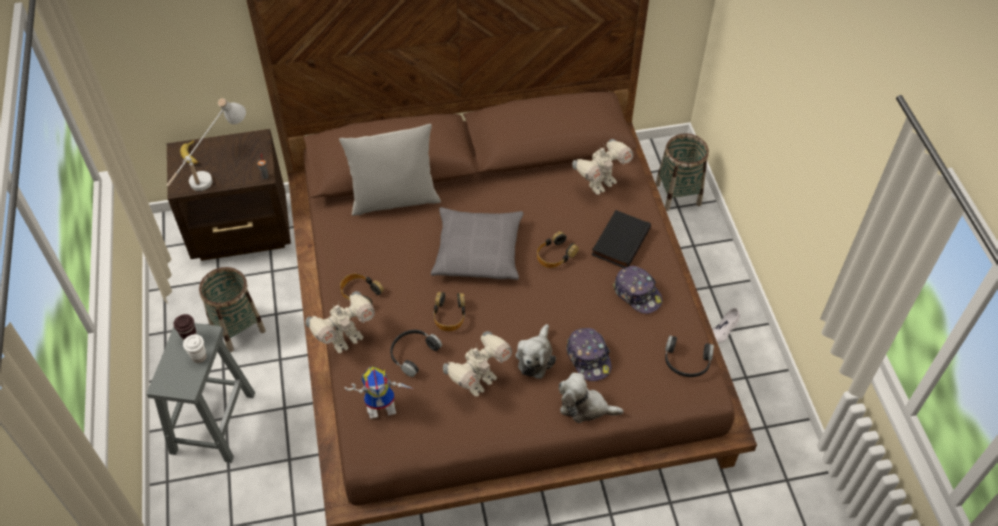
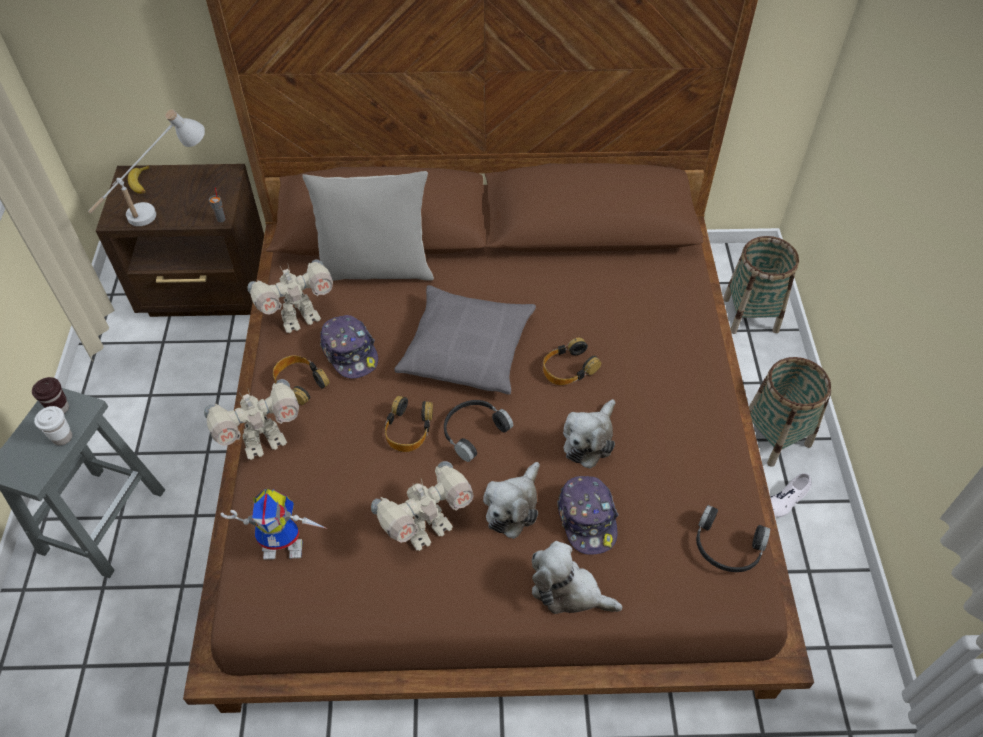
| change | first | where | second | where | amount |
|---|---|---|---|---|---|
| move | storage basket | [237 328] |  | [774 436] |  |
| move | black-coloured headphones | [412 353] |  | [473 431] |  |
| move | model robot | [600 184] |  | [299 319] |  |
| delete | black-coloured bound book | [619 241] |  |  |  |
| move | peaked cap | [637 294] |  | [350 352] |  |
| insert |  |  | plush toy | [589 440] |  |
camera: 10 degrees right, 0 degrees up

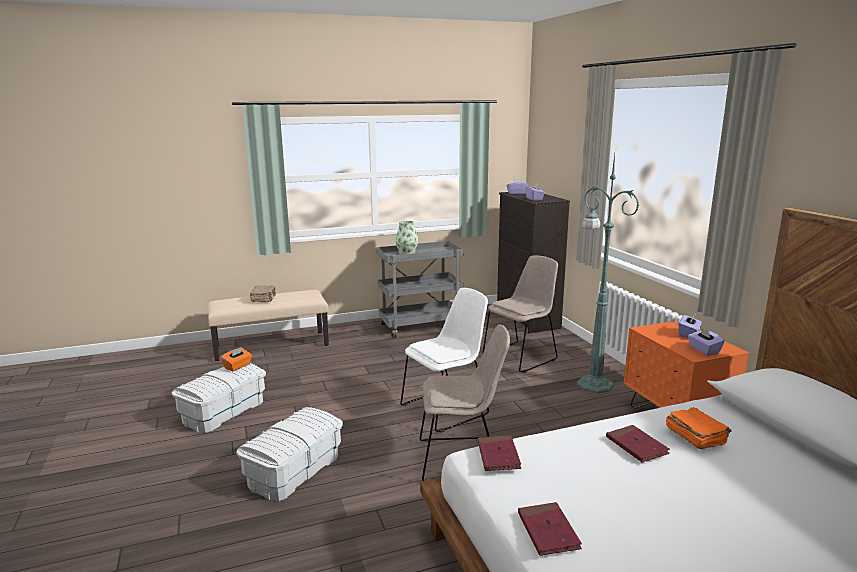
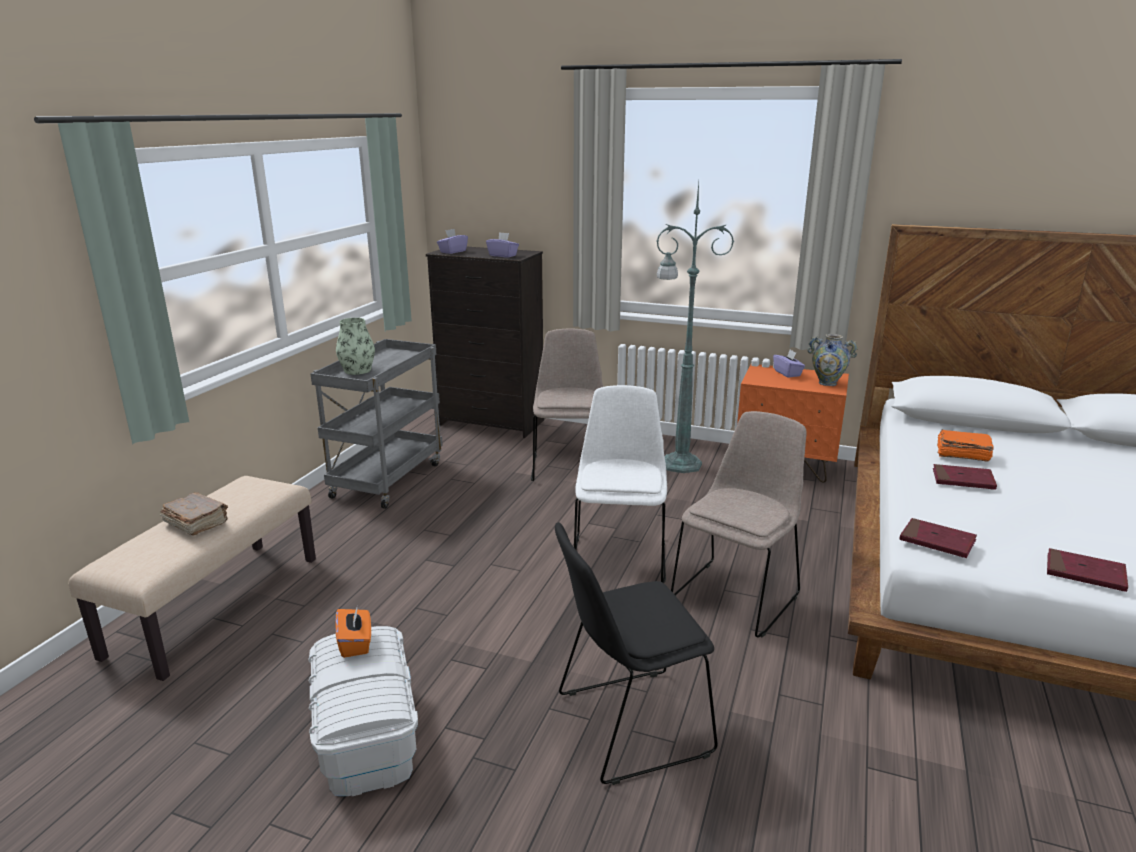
| change | first | where | second | where | amount |
|---|---|---|---|---|---|
| replace | white storage box | [294 471] | black-coloured chair | [628 725] |  |
| replace | purple-coloured tissue box | [704 350] | decorative vase | [827 383] |  |
camera: 50 degrees left, 5 degrees up

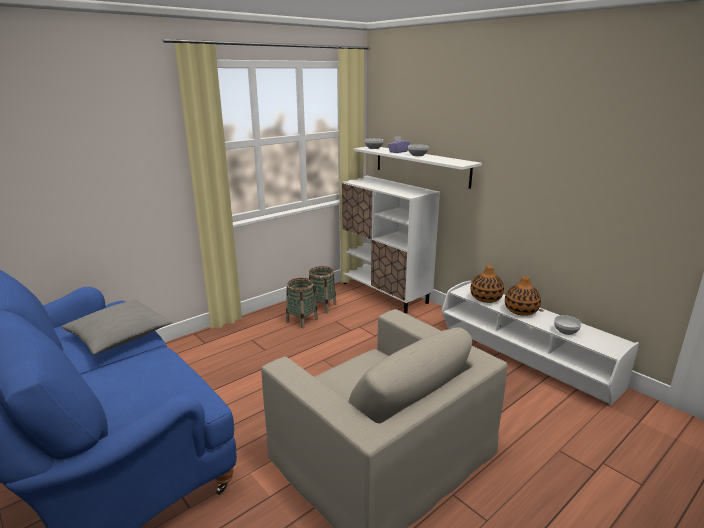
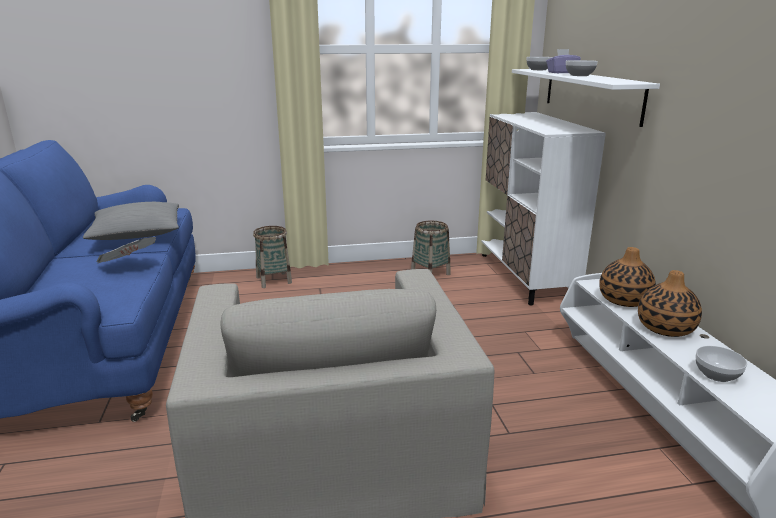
| change | first | where | second | where | amount |
|---|---|---|---|---|---|
| move | storage basket | [302 320] |  | [274 280] |  |
| insert |  |  | newspaper | [129 265] |  |
camera: 30 degrees right, 0 degrees up

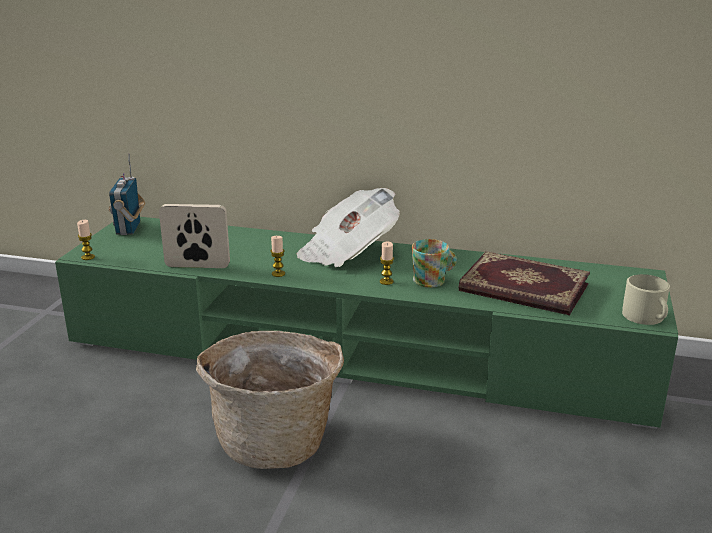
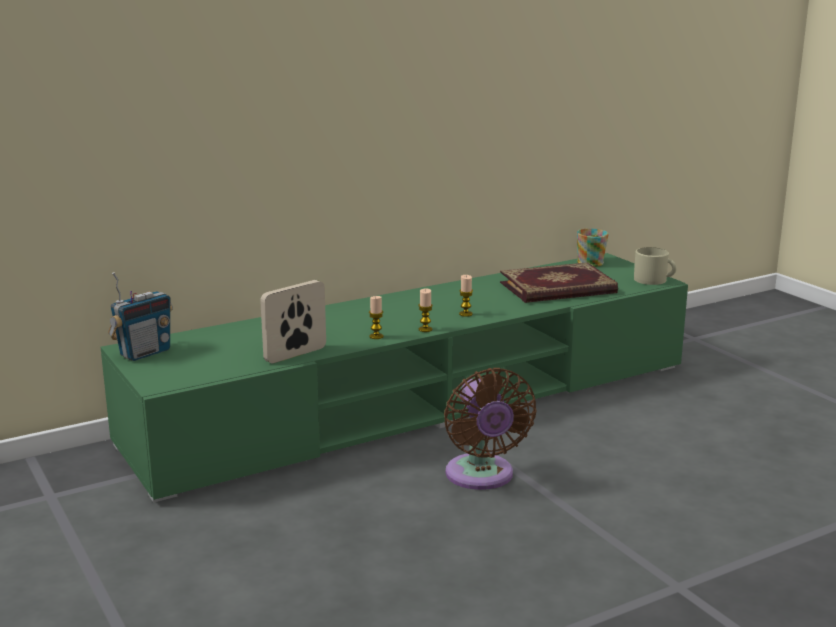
| change | first | where | second | where | amount |
|---|---|---|---|---|---|
| move | wax candle | [88 257] |  | [425 329] |  |
| rotate | radio | [129 228] |  | [144 353] | 90 degrees counterclockwise |
| replace | storage basket | [276 440] | brown-coloured fan | [481 477] |  |
| delete | newspaper | [347 252] |  |  |  |
| move | mug | [433 280] |  | [592 262] |  |
camera: 45 degrees left, 5 degrees down

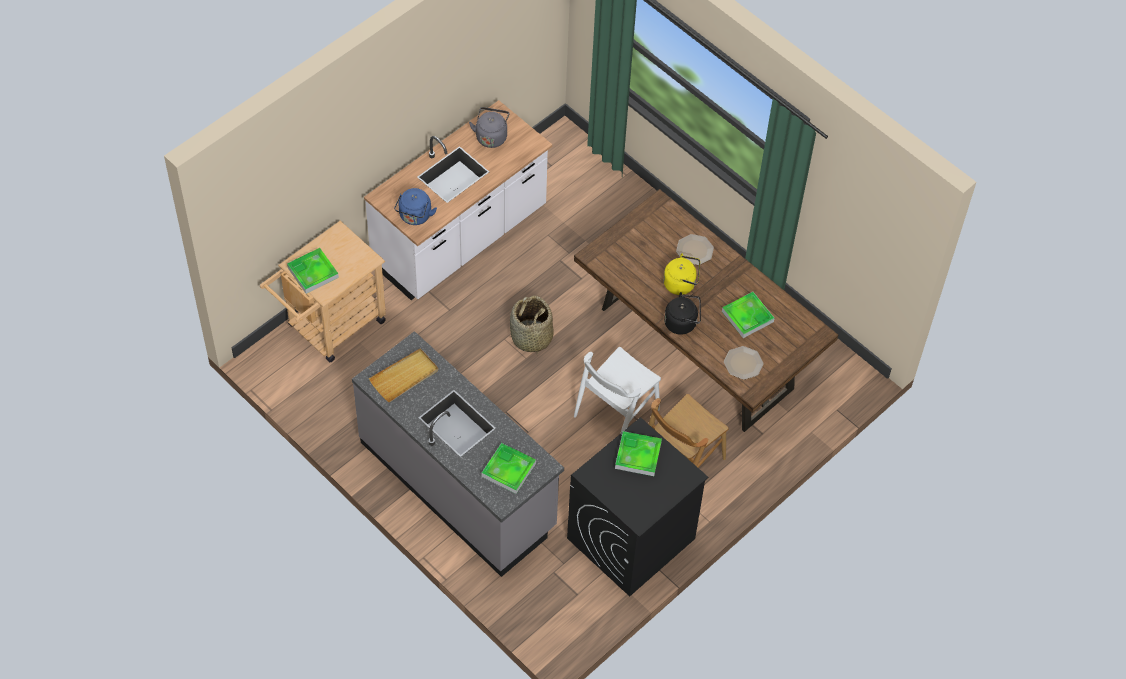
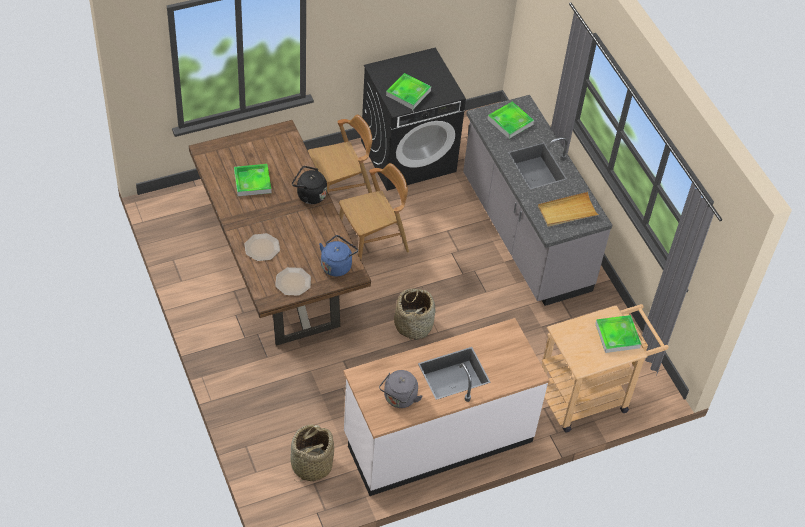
| change | first | where | second | where | amount |
|---|---|---|---|---|---|
| move | blue water kettle | [415 217] |  | [337 265] |  |
| recolor | white chair | [616 413] | brown-coloured chair | [373 242] |  |
| delete | yellow water kettle | [681 284] |  |  |  |
| move | plate | [743 363] |  | [293 282] |  |
| insert |  |  | storage basket | [311 465] |  |
camera: 160 degrees left, 5 degrees down

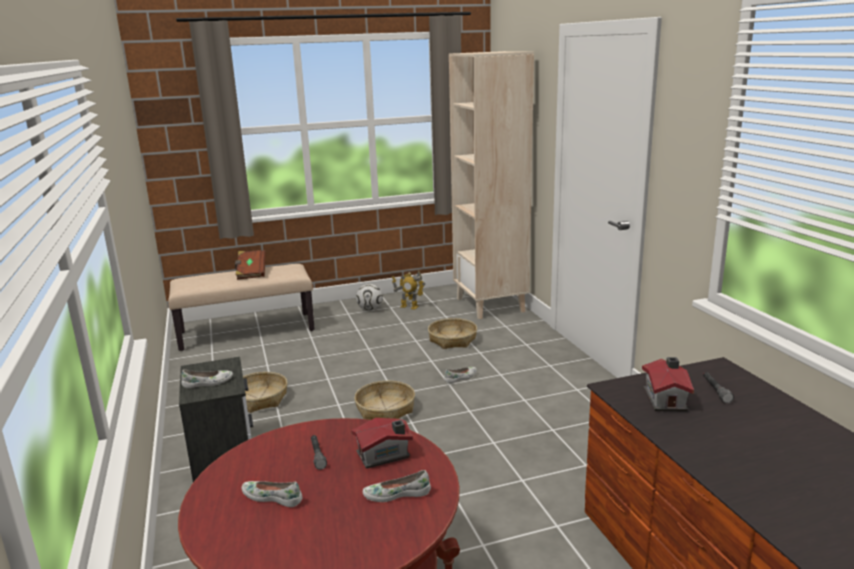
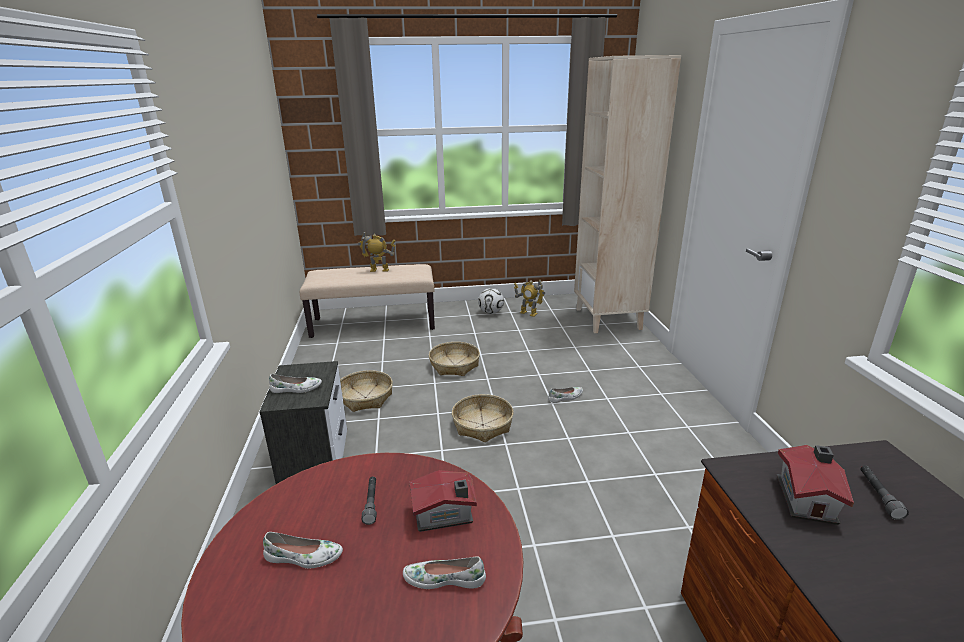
| change | first | where | second | where | amount |
|---|---|---|---|---|---|
| replace | brown-coloured bound book | [251 272] | model robot | [379 270] |  |
| rotate | white item of footwear | [272 497] |  | [303 557] | 150 degrees clockwise |
| move | storage basket | [452 340] |  | [454 365] |  |
camera: 10 degrees right, 5 degrees up

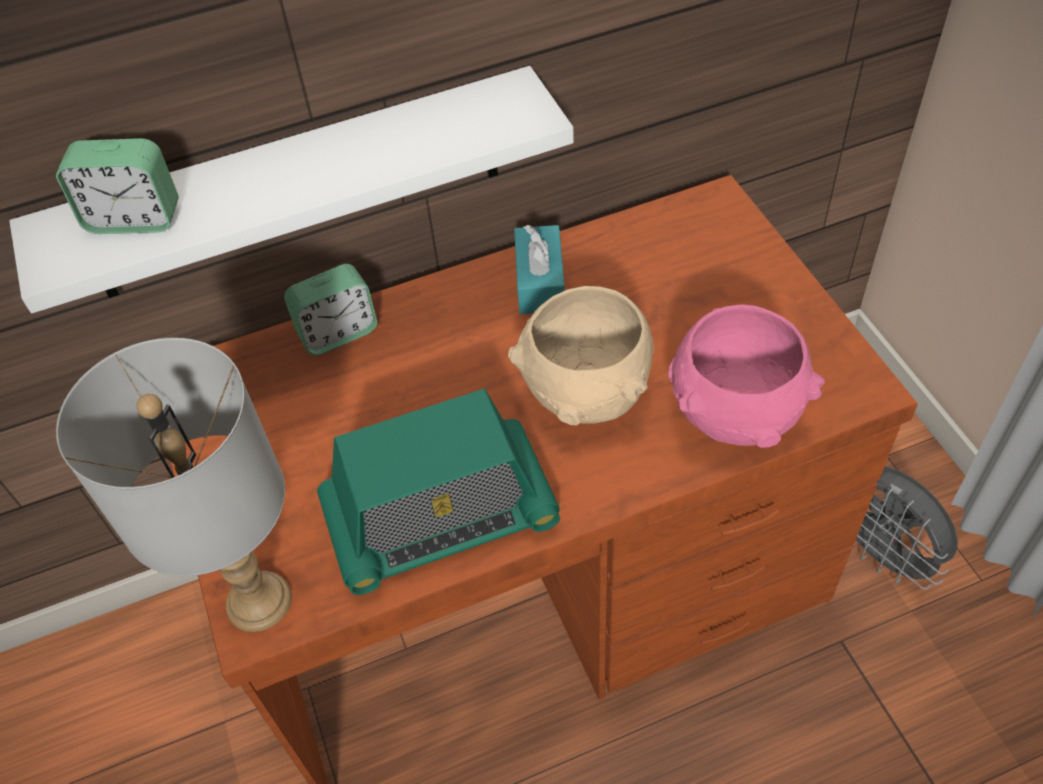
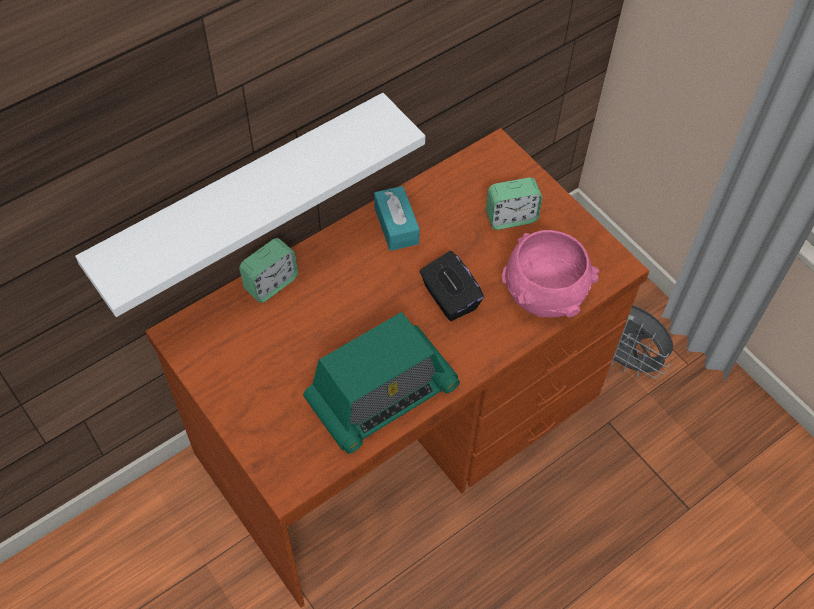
| change | first | where | second | where | amount |
|---|---|---|---|---|---|
| move | table clock | [134 218] |  | [511 217] |  |
| delete | gray table lamp | [260 601] |  |  |  |
| replace | beige bowl | [587 393] | black-coloured tissue box | [449 298] |  |
camera: 20 degrees left, 5 degrees up

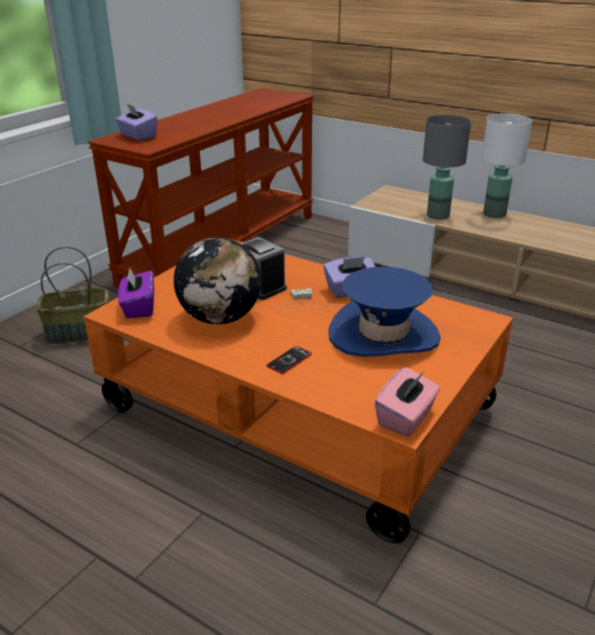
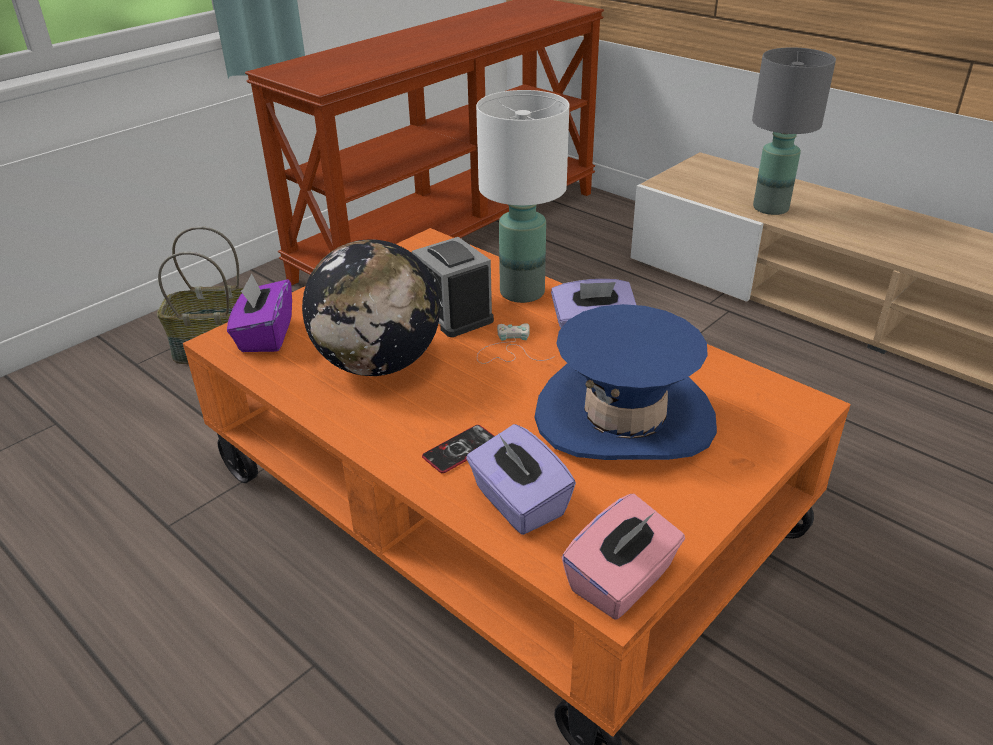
| change | first | where | second | where | amount |
|---|---|---|---|---|---|
| move | purple-coloured tissue box | [138 136] |  | [518 503] |  |
| move | white table lamp | [493 214] |  | [521 292] |  |
camera: 10 degrees right, 5 degrees up

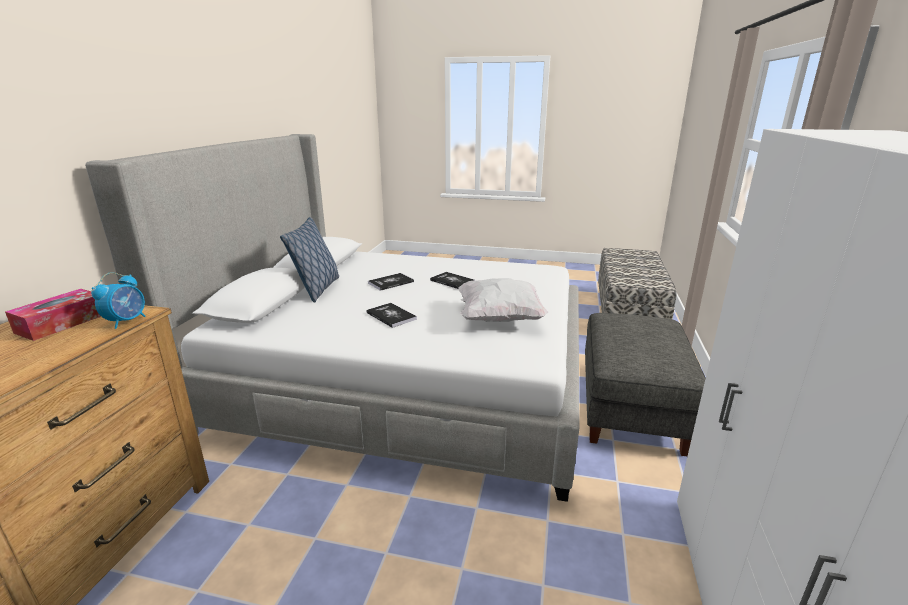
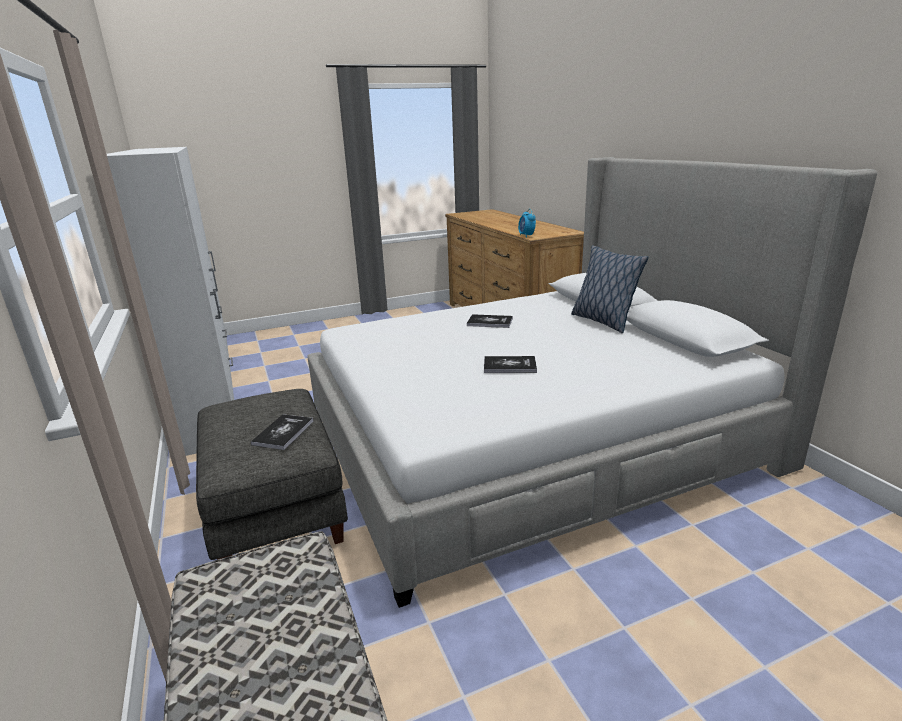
| change | first | where | second | where | amount |
|---|---|---|---|---|---|
| delete | tissue box | [62 323] |  |  |  |
| move | bound book | [391 282] |  | [283 433] |  |
| delete | white throw pillow | [500 318] |  |  |  |
camera: 145 degrees right, 0 degrees up

